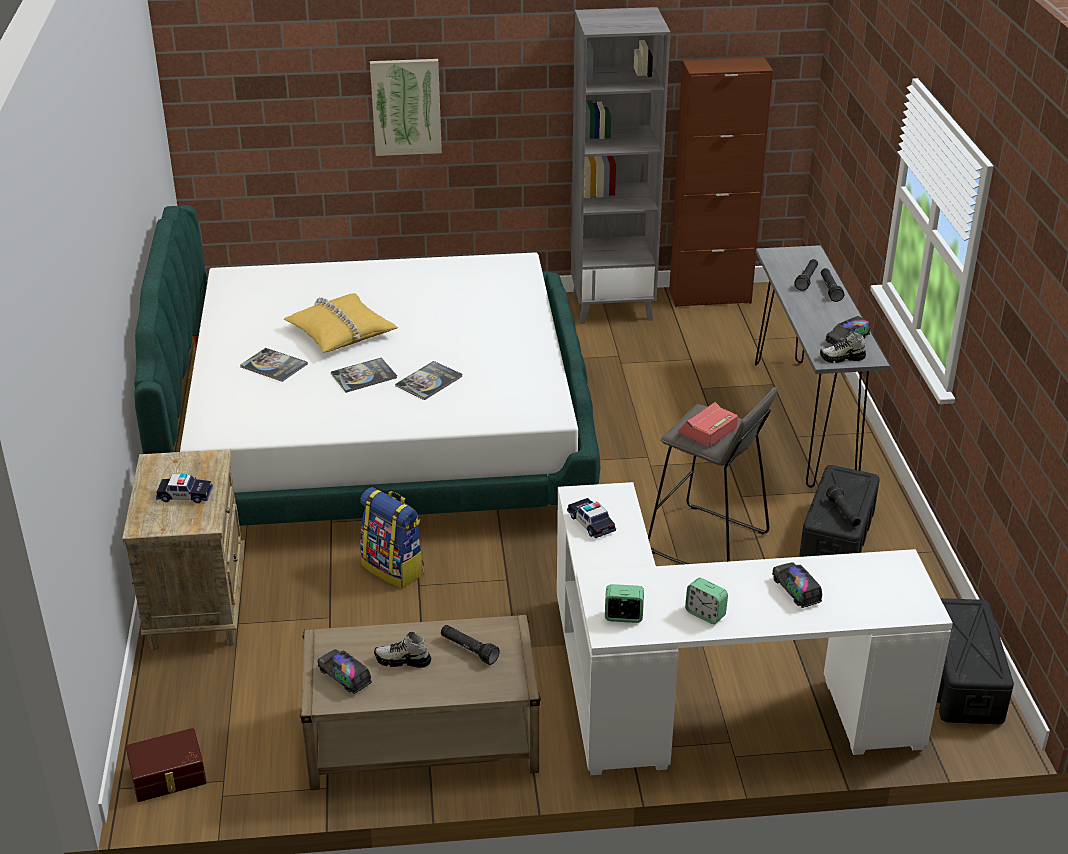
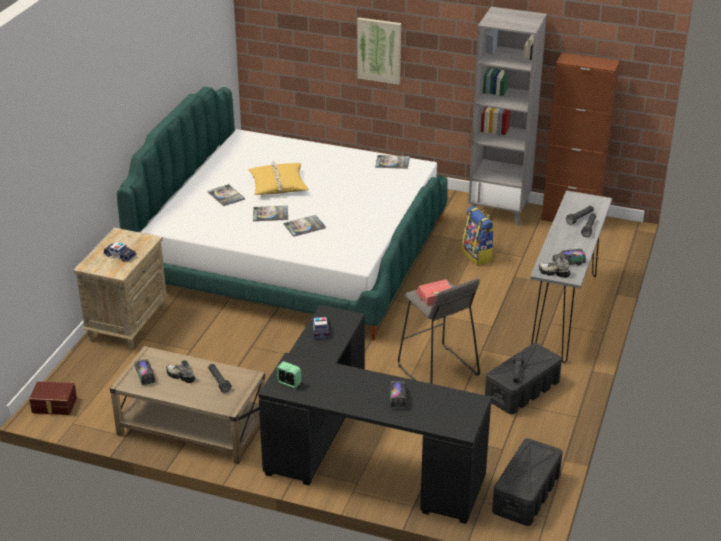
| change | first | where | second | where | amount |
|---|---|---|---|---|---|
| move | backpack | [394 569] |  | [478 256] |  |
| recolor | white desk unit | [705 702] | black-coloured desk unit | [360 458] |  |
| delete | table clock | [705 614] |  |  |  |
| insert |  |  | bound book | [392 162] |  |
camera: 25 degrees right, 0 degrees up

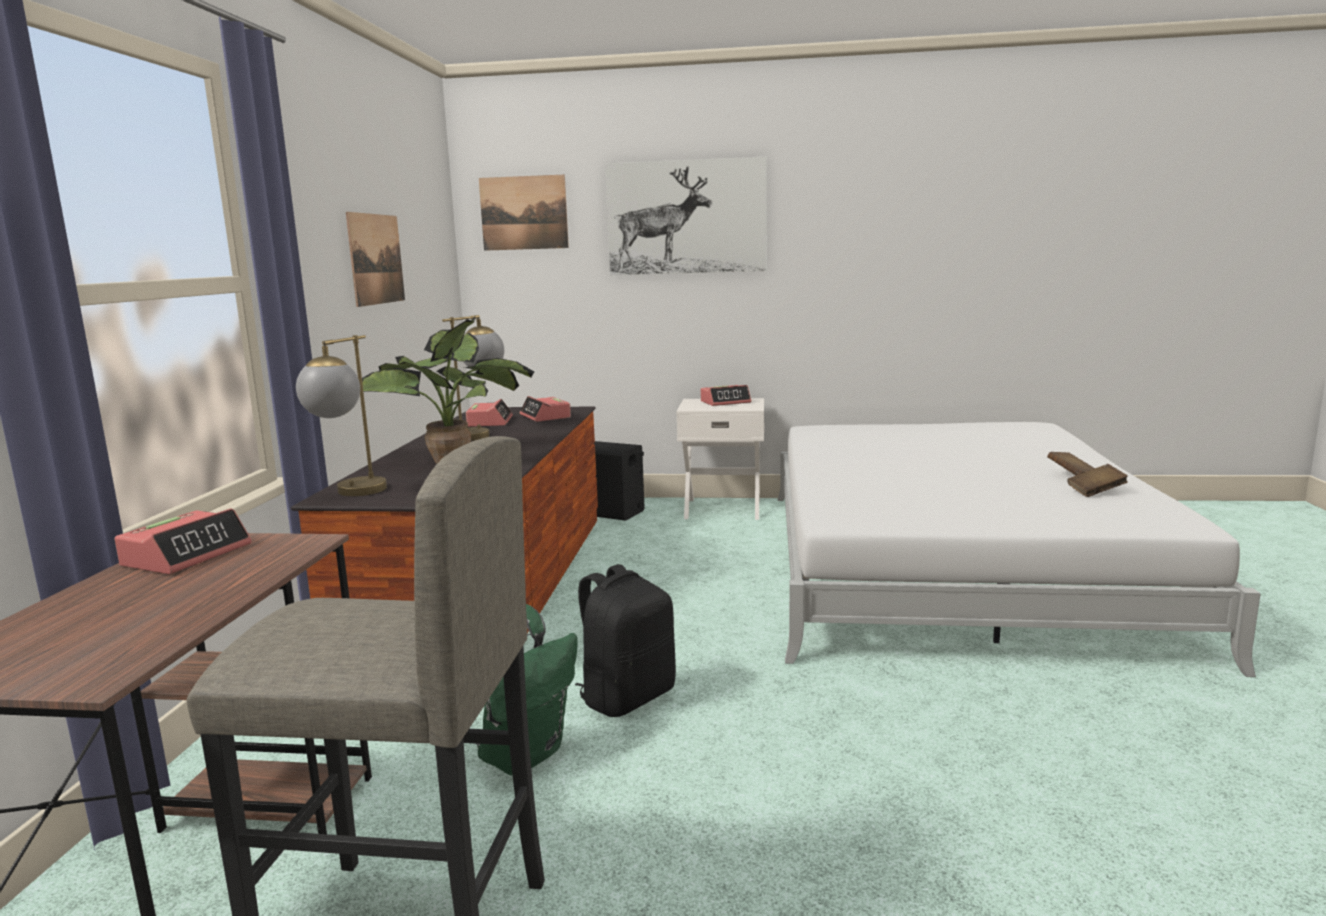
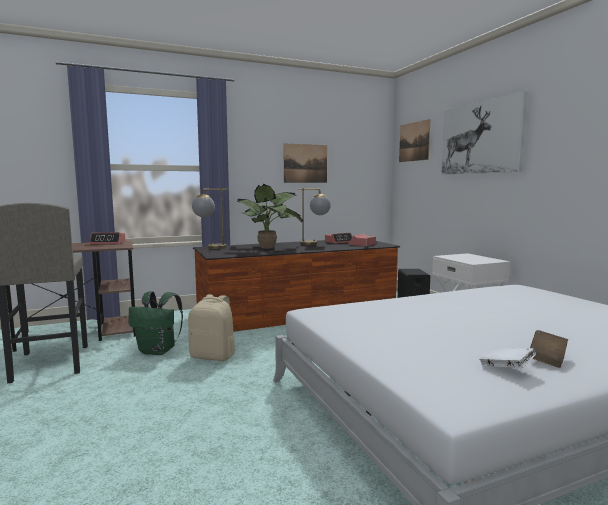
| change | first | where | second | where | amount |
|---|---|---|---|---|---|
| recolor | black-coloured backpack | [627 697] | beige backpack | [213 356] |  |
| delete | table clock | [725 402] |  |  |  |
| recolor | brown-coloured bound book | [1096 492] | white bound book | [506 368] |  |
camera: 60 degrees right, 5 degrees down

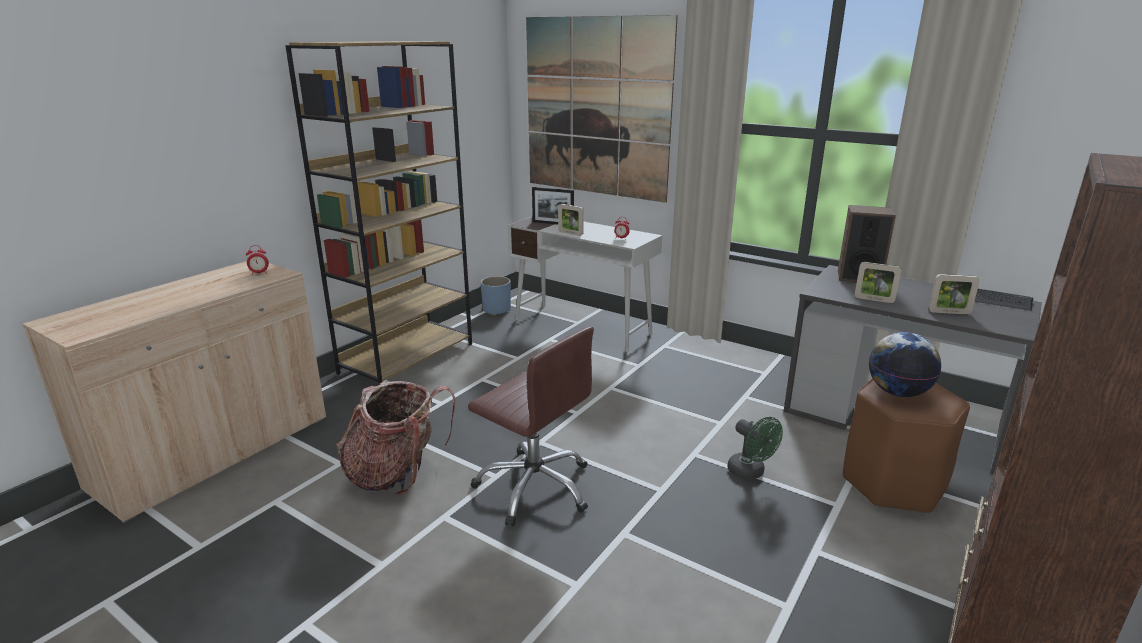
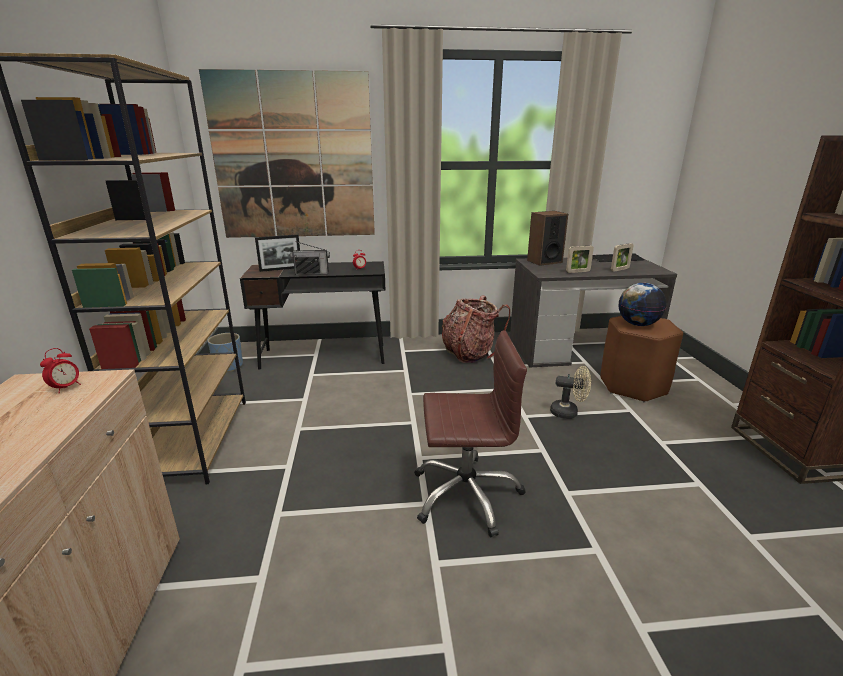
| change | first | where | second | where | amount |
|---|---|---|---|---|---|
| move | backpack | [397 473] |  | [469 353] |  |
| recolor | white desk unit | [582 326] | black-coloured desk unit | [324 356] |  |
| replace | picture frame | [570 233] | radio | [312 273] |  |
| recolor | green fan | [750 473] | beige fan | [568 412] |  |
camera: 40 degrees left, 0 degrees up

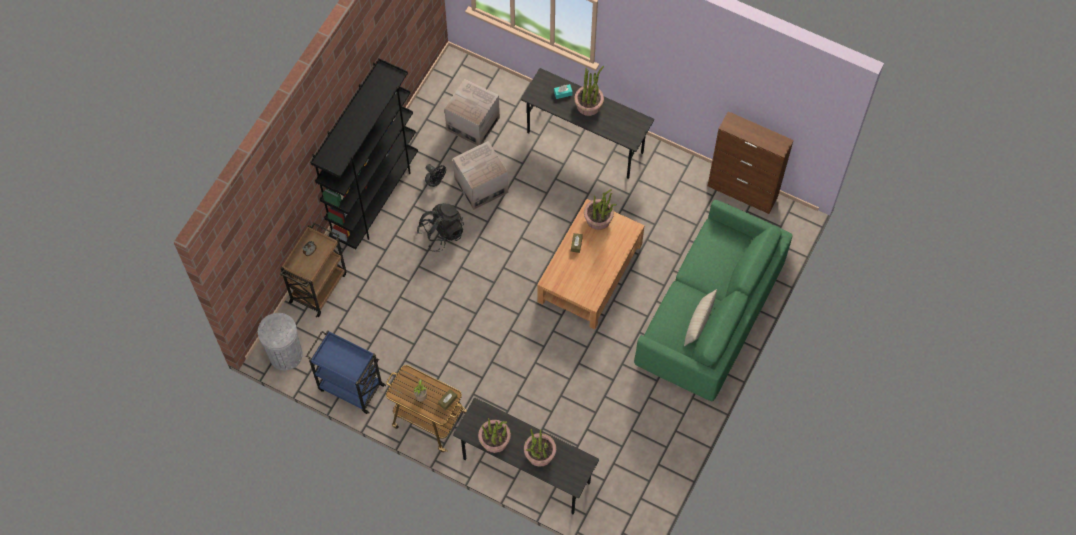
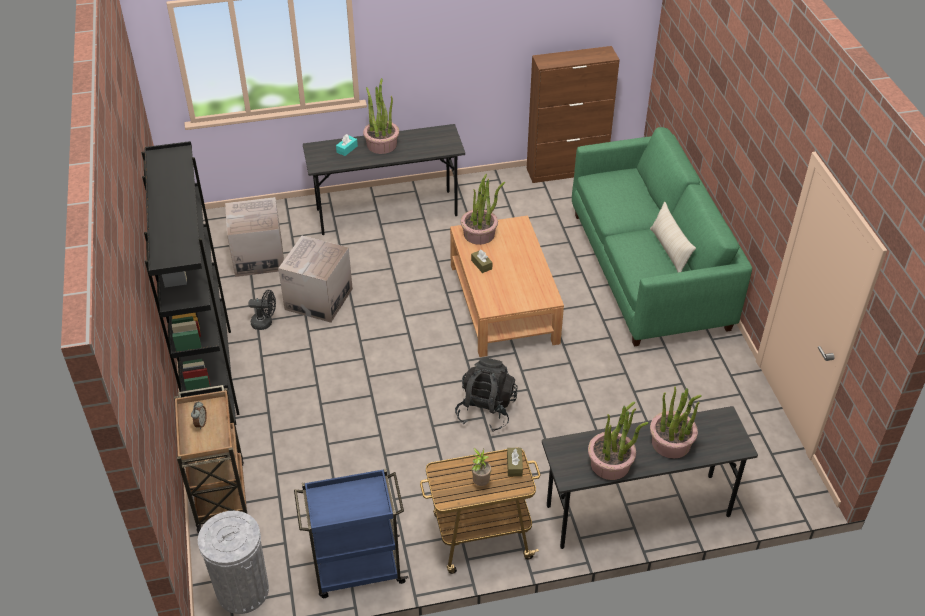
| change | first | where | second | where | amount |
|---|---|---|---|---|---|
| move | black-coloured backpack | [441 233] |  | [486 410] |  |
camera: 40 degrees left, 20 degrees down

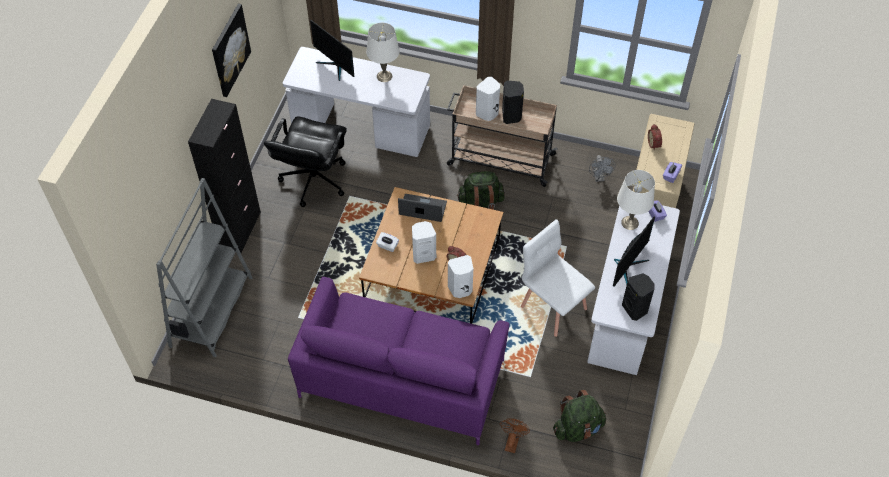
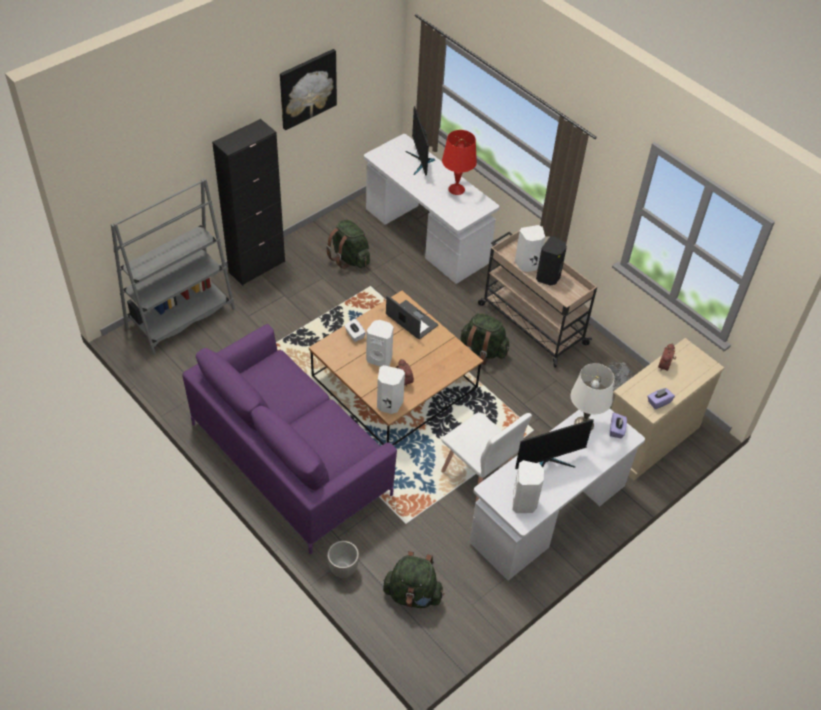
| change | first | where | second | where | amount |
|---|---|---|---|---|---|
| replace | black-coloured computer chair | [313 180] | green backpack | [349 258] |  |
| recolor | white table lamp | [384 76] | red-coloured table lamp | [456 189] |  |
| replace | brown-coloured fan | [512 441] | flower pot | [343 569] |  |
| rotate | white chair | [553 307] |  | [477 475] | 150 degrees clockwise |
| recolor | black-coloured audio speaker | [635 309] | white audio speaker | [524 502] |  |
camera: 30 degrees right, 5 degrees down

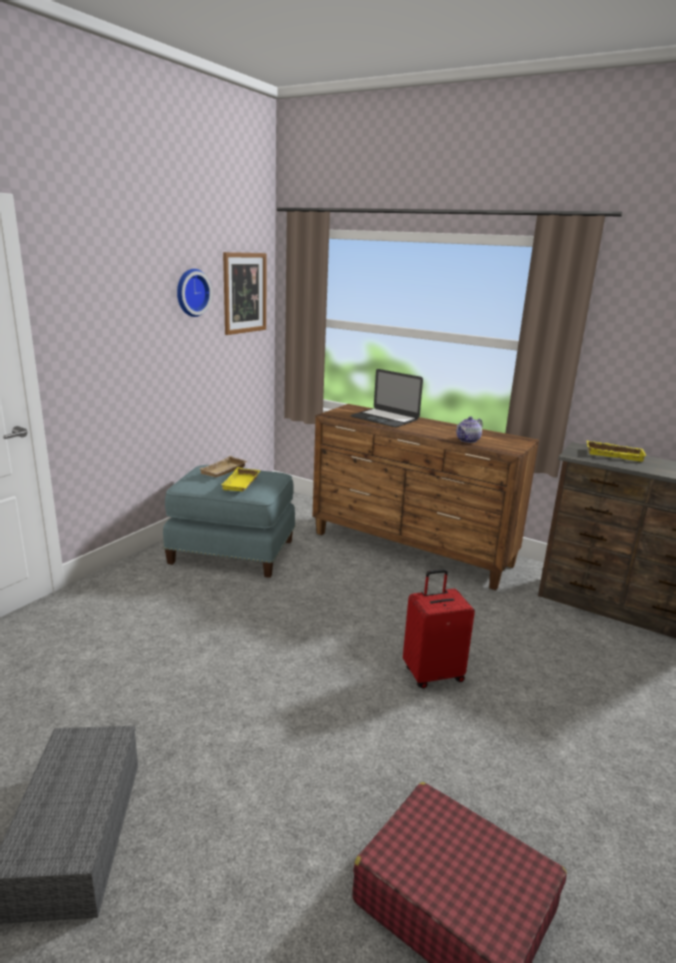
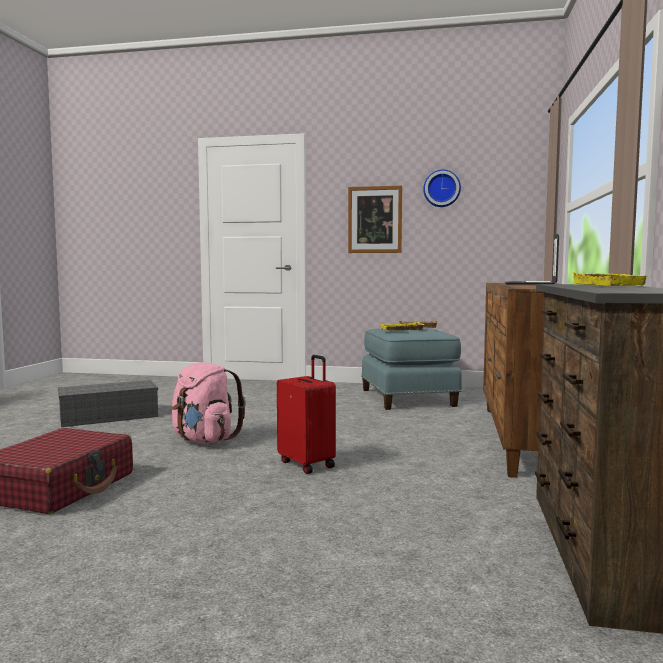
| change | first | where | second | where | amount |
|---|---|---|---|---|---|
| move | picture | [244 293] |  | [375 219] |  |
| delete | teapot | [468 440] |  |  |  |
| insert |  |  | pinkish backpack | [204 440] |  |
camera: 70 degrees right, 15 degrees down

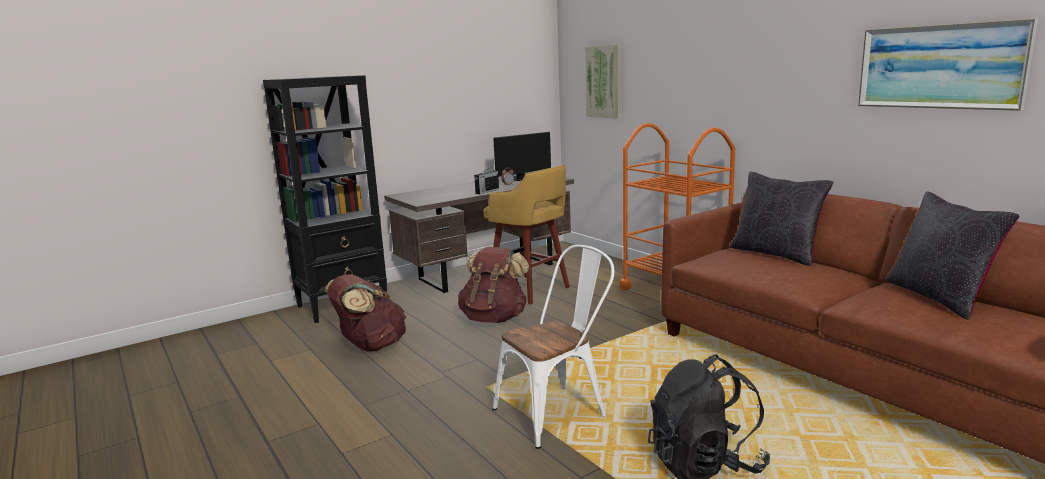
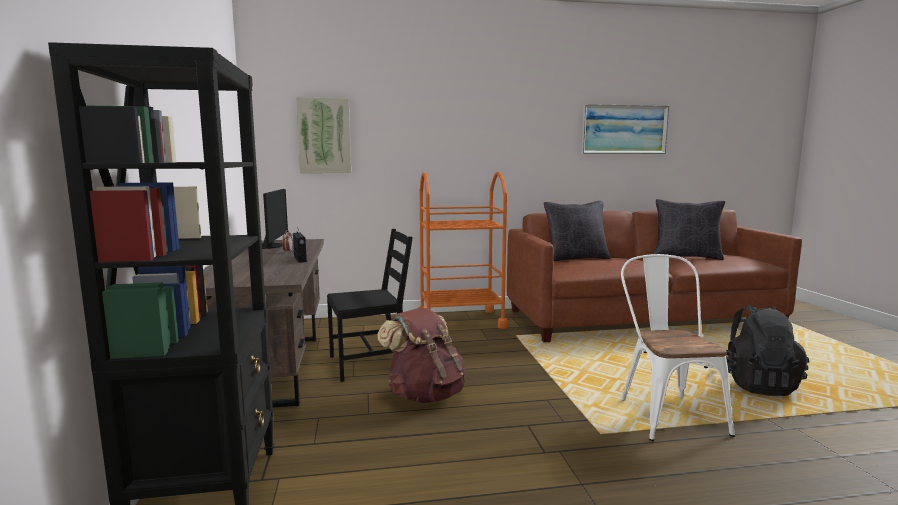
| change | first | where | second | where | amount |
|---|---|---|---|---|---|
| delete | brown-coloured backpack | [370 346] |  |  |  |
| replace | yellow stool | [530 290] | black-coloured chair | [370 363] |  |
camera: 65 degrees left, 5 degrees down

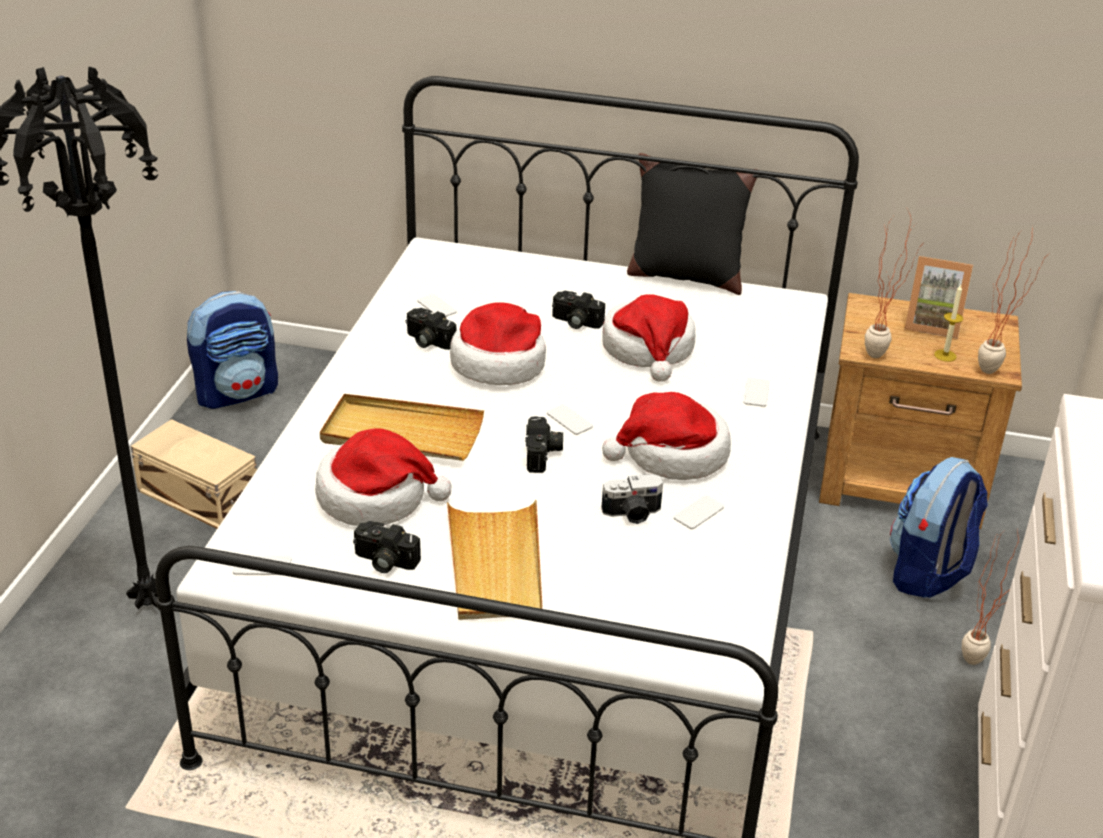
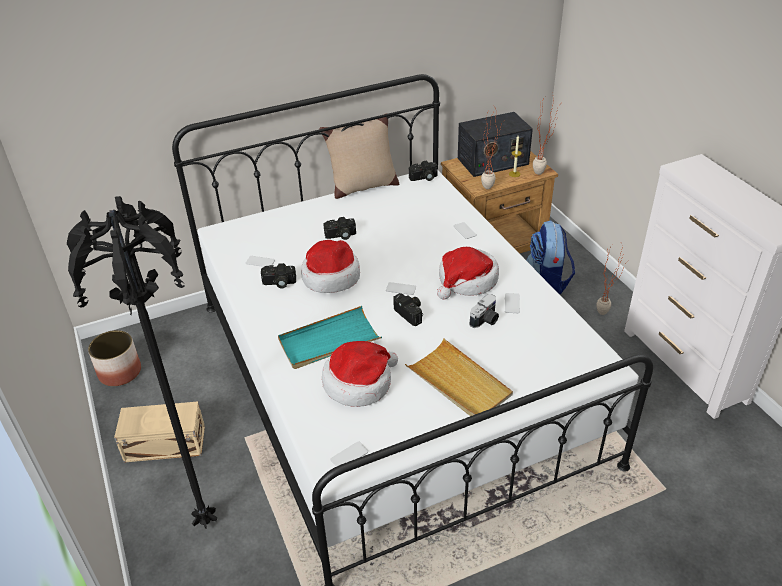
| change | first | where | second | where | amount |
|---|---|---|---|---|---|
| replace | backpack | [237 392] | flower pot | [120 372] |  |
| recolor | beige serving tray | [401 433] | blue-green serving tray | [329 341] |  |
| move | still camera | [384 561] |  | [424 178] |  |
| delete | wearable hat | [649 349] |  |  |  |
| recolor | black-coloured throw pillow | [684 276] | beige throw pillow | [362 187] |  |
| replace | picture frame | [932 324] | radio | [492 161] |  |
camera: 35 degrees left, 5 degrees up

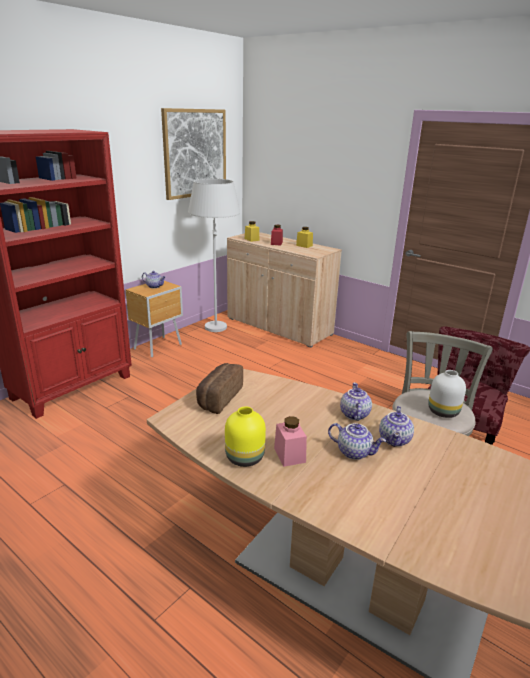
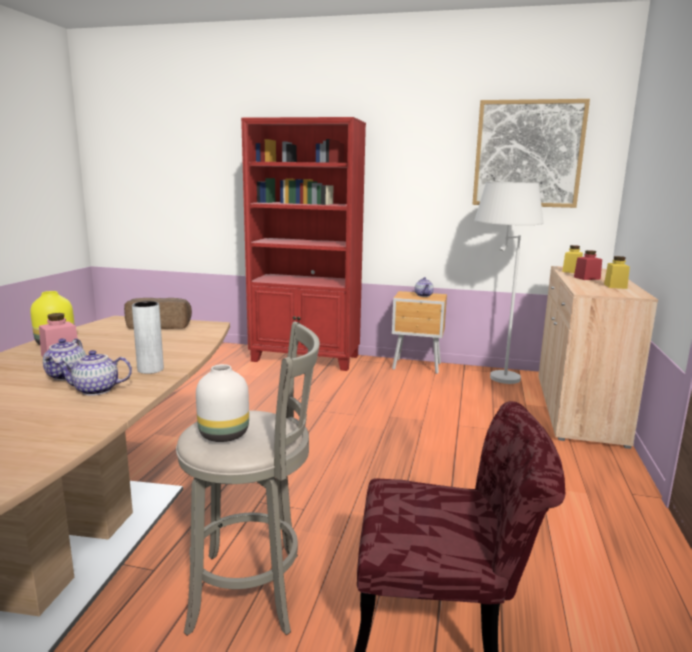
| change | first | where | second | where | amount |
|---|---|---|---|---|---|
| replace | teapot | [353 414] | gray decorative vase | [150 369] |  |
camera: 65 degrees right, 10 degrees down

